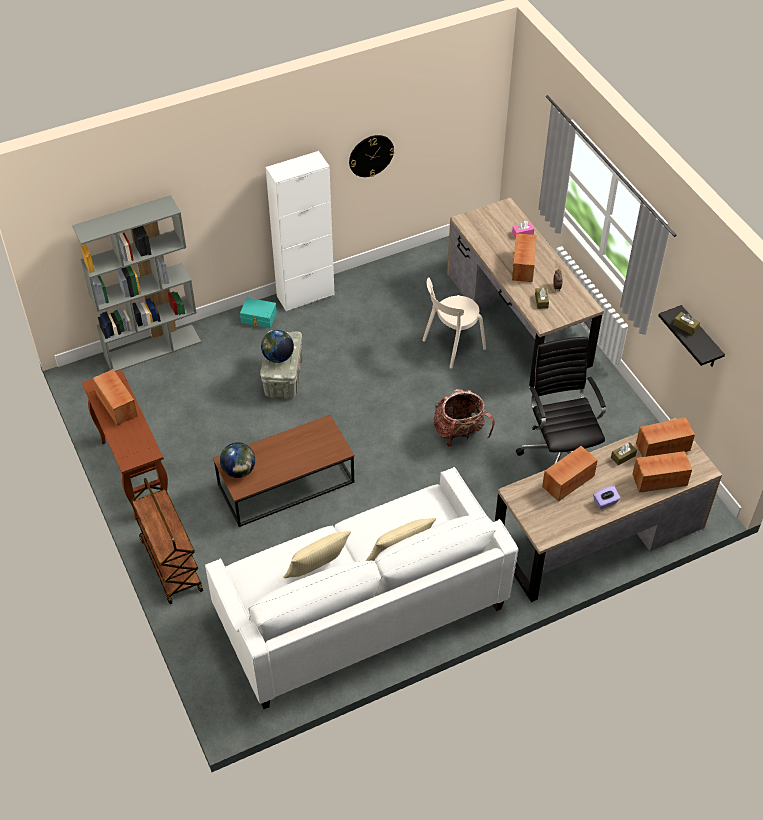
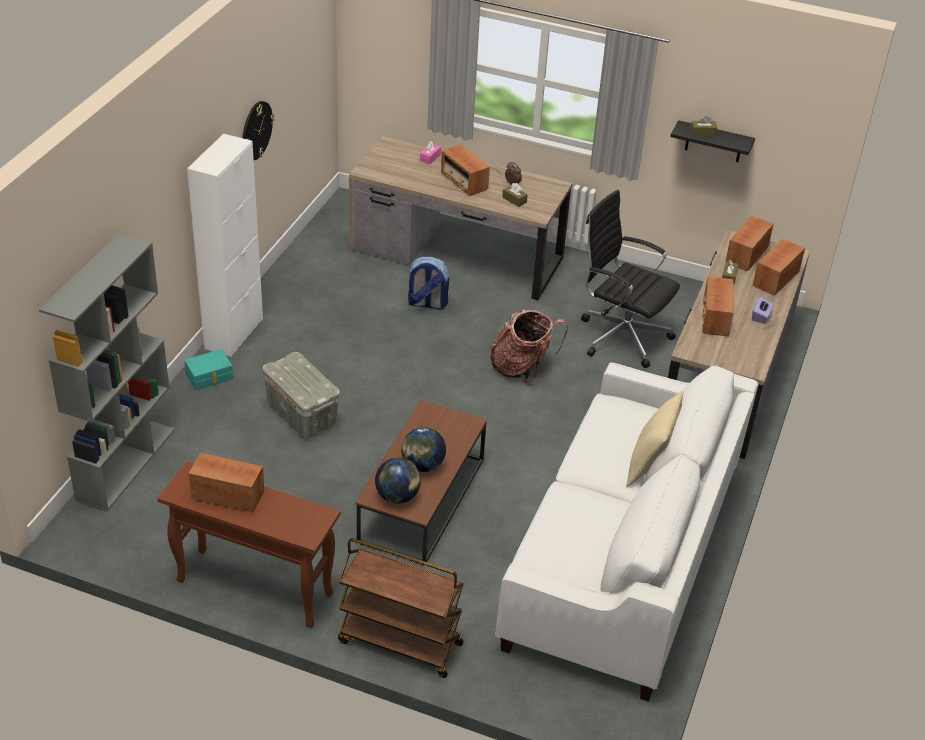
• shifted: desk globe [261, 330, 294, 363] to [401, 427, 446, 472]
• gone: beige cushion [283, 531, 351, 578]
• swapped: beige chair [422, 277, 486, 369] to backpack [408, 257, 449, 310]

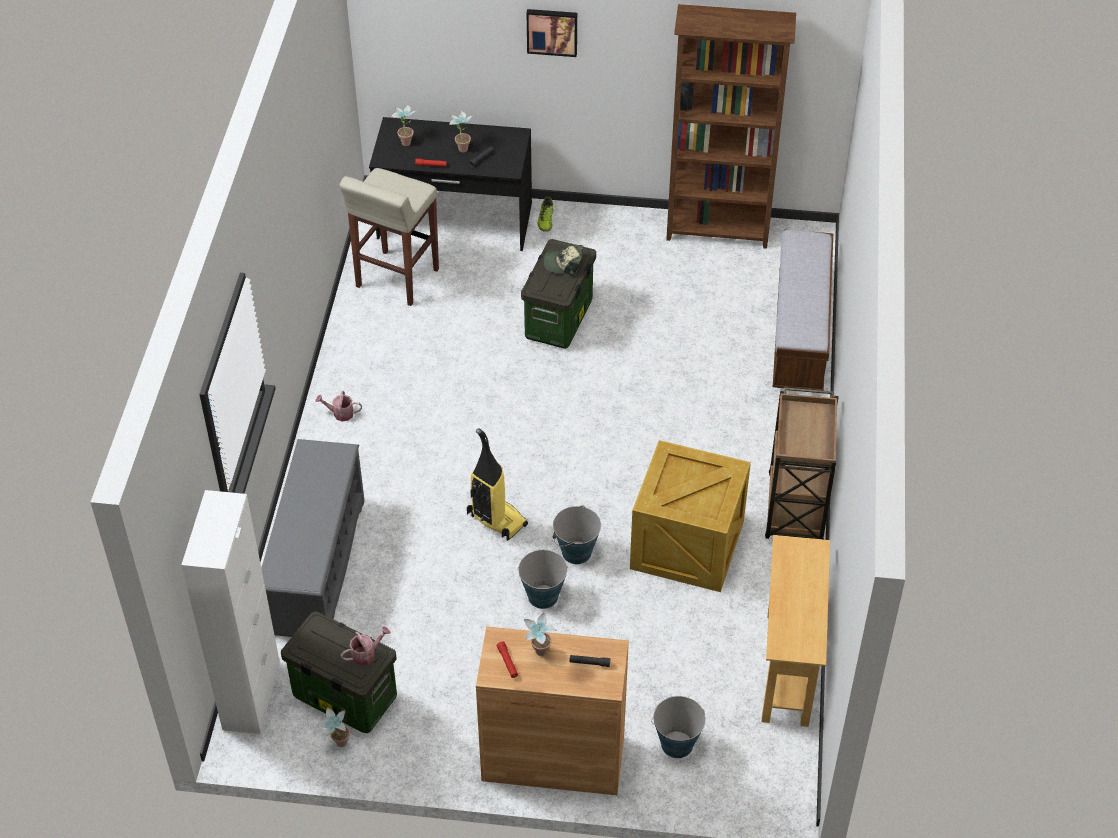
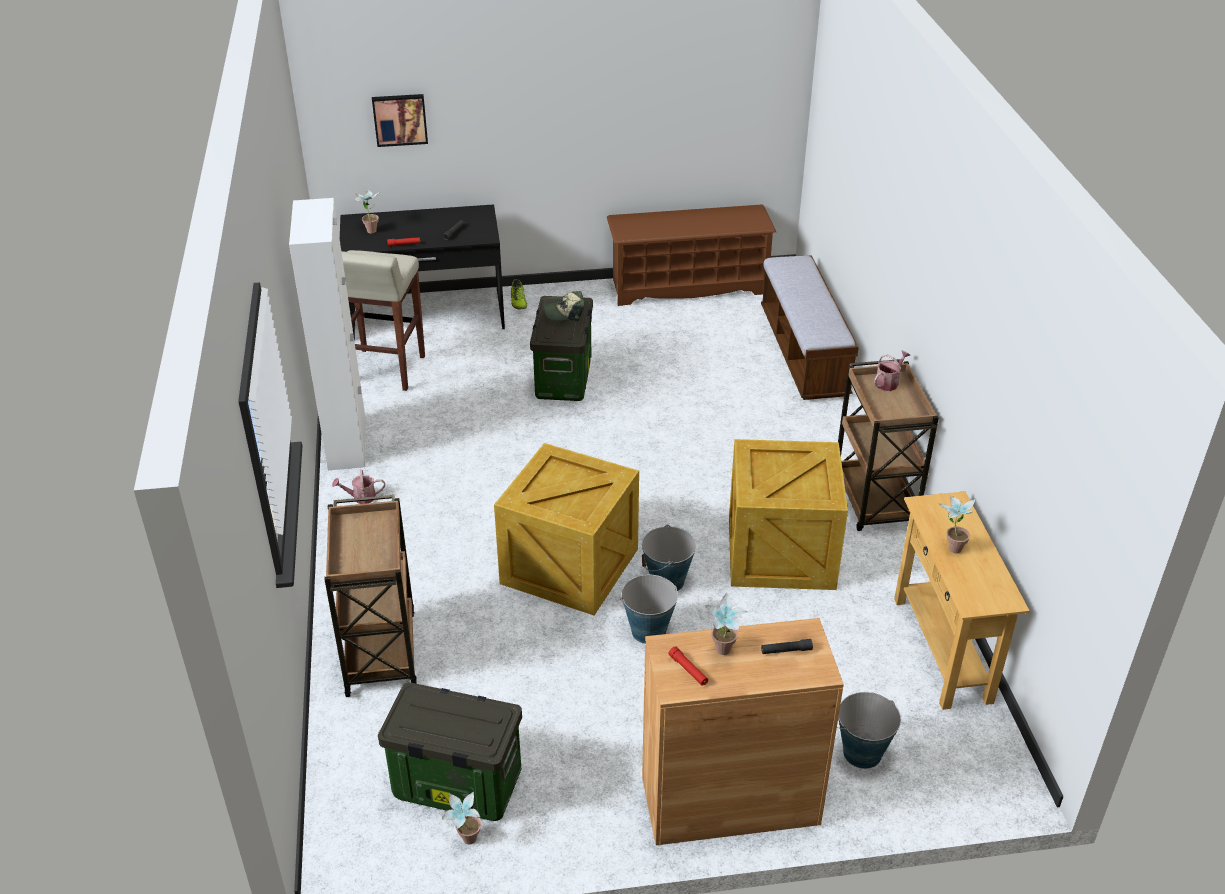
• shifted: whitish cabinet [181, 490, 280, 734] to [289, 198, 366, 470]
• swapped: grey shoe stand [261, 439, 365, 637] to brown wheeled cart [324, 495, 417, 697]
• shifted: watering can [341, 627, 391, 666] to [874, 350, 910, 391]
• shifted: potted plant [449, 110, 473, 152] to [939, 495, 975, 554]
• swapped: hoover [467, 428, 528, 541] to packing crate [494, 443, 639, 615]
• shifted: picture [527, 9, 577, 57] to [372, 94, 428, 147]
• swapped: brown shelving unit [666, 4, 796, 249] to brown shoe stand [607, 204, 776, 306]

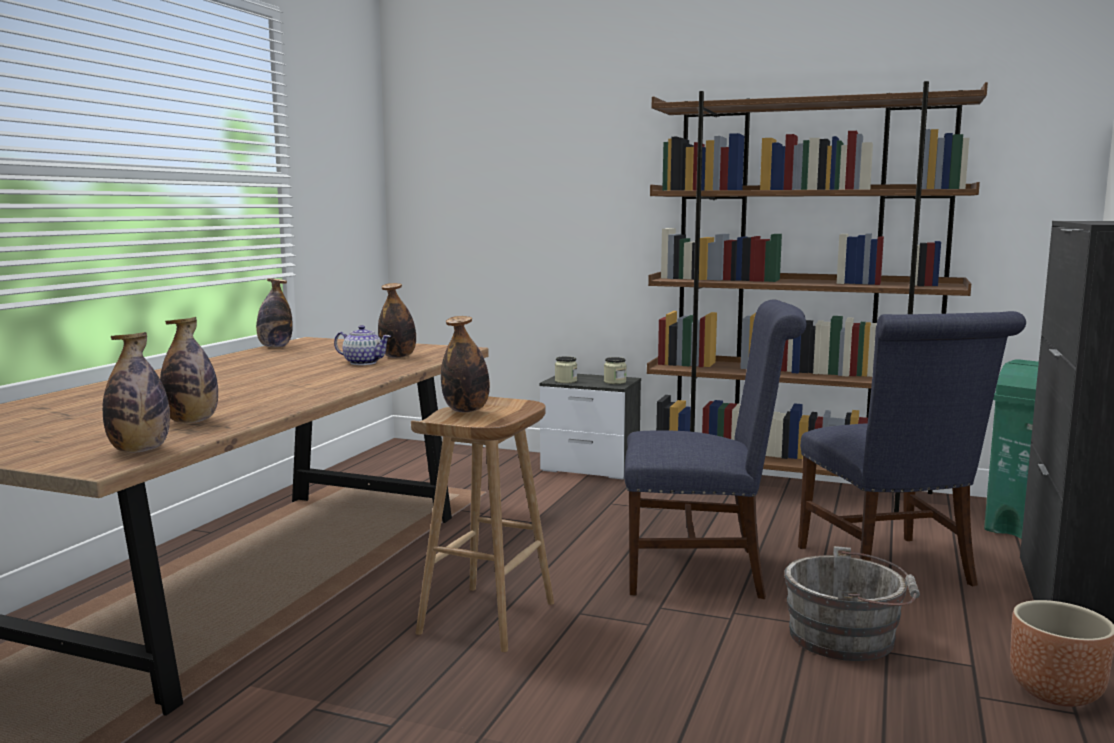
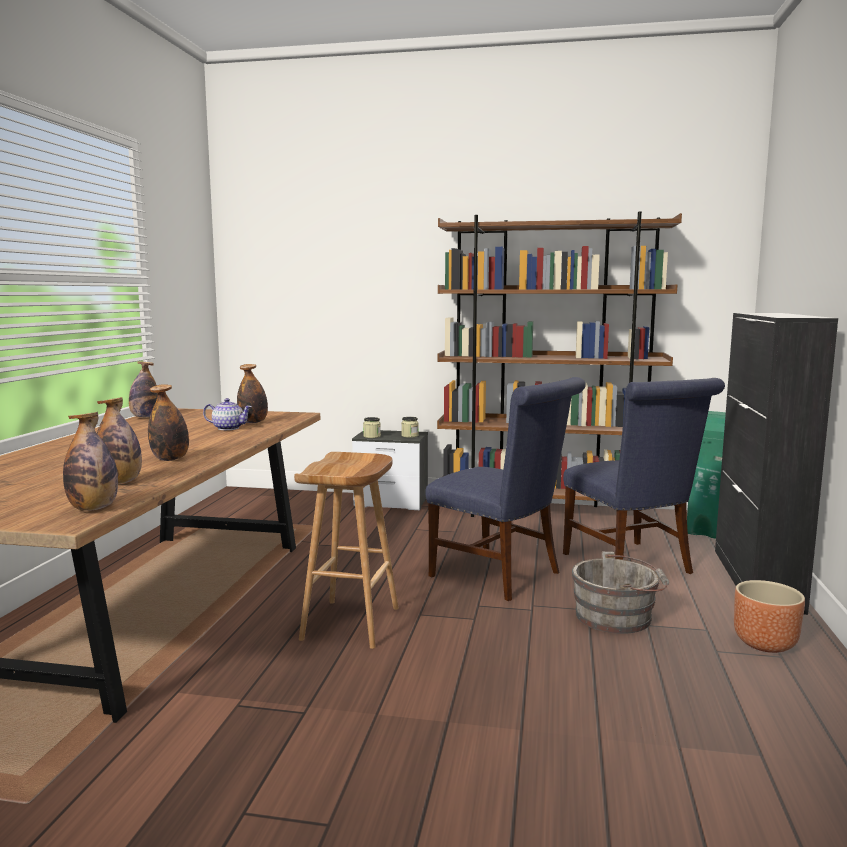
• shifted: drink bottle [441, 316, 490, 412] to [148, 384, 189, 461]
• rotated: blue chair [624, 300, 806, 599] = [425, 377, 586, 601] 45 degrees clockwise

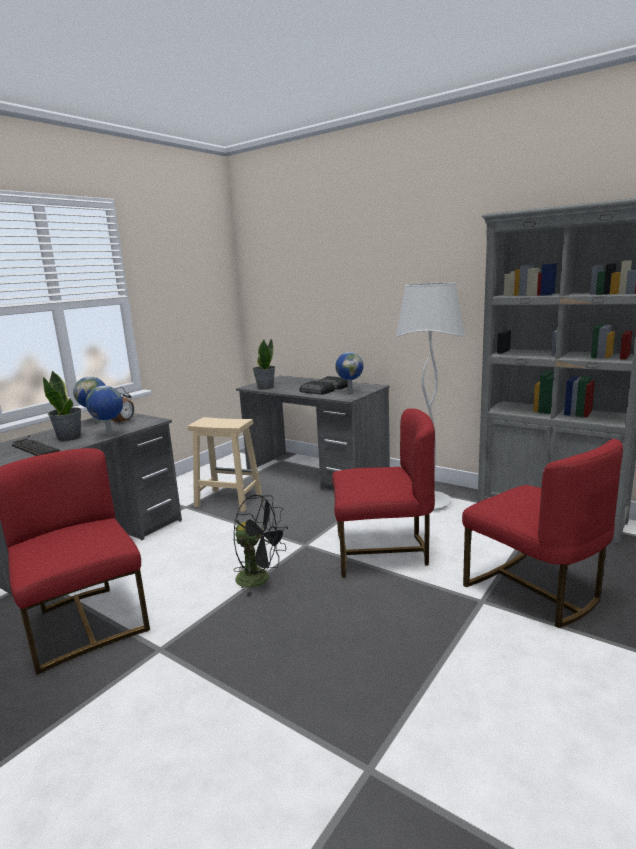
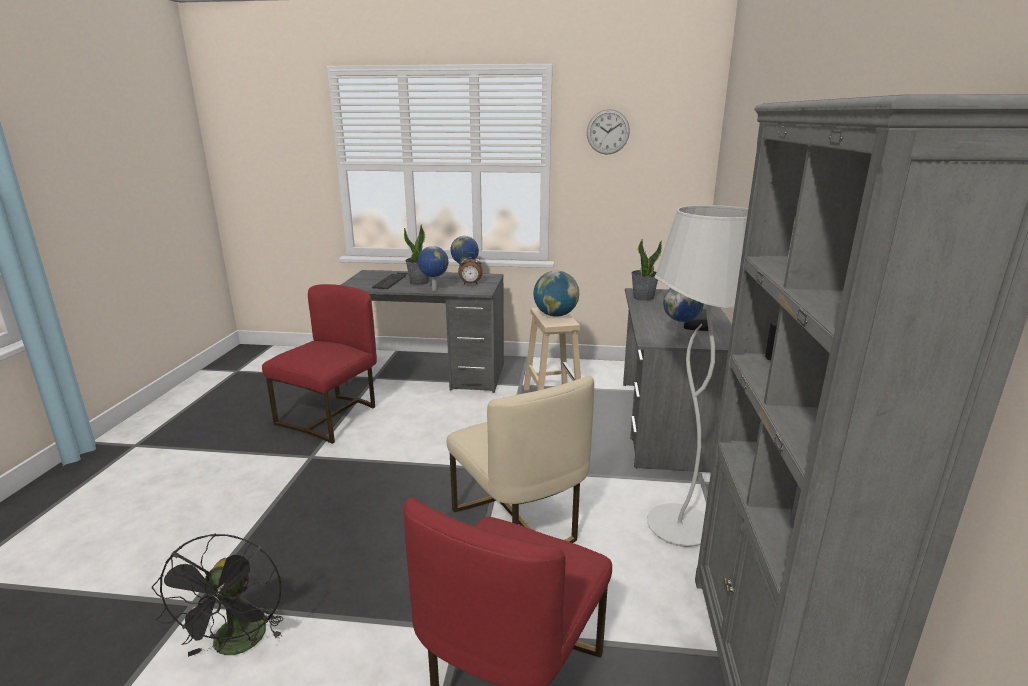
• shifted: blackish fan [234, 495, 288, 597] to [152, 533, 283, 657]
• gone: radio [300, 381, 335, 395]
• repainted: reddish chair [332, 409, 435, 578] to beige chair [447, 376, 594, 543]
• new: desk globe [533, 271, 579, 317]
• new: wall clock [587, 109, 630, 155]

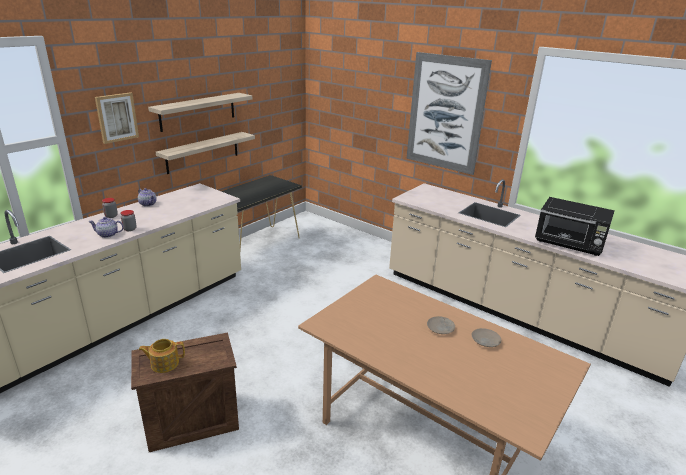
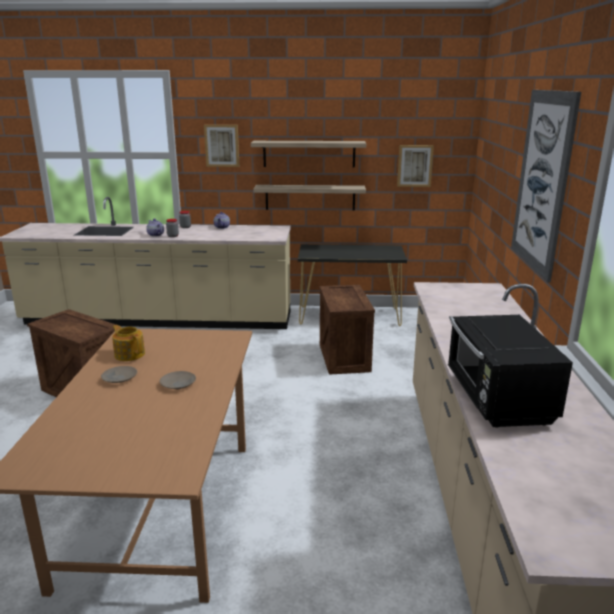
• shifted: teapot [138, 339, 185, 373] to [112, 325, 145, 361]
• shifted: beige dinner plate [472, 328, 501, 347] to [101, 366, 137, 383]
• new: packing crate [320, 285, 375, 375]
• new: picture [397, 145, 434, 187]

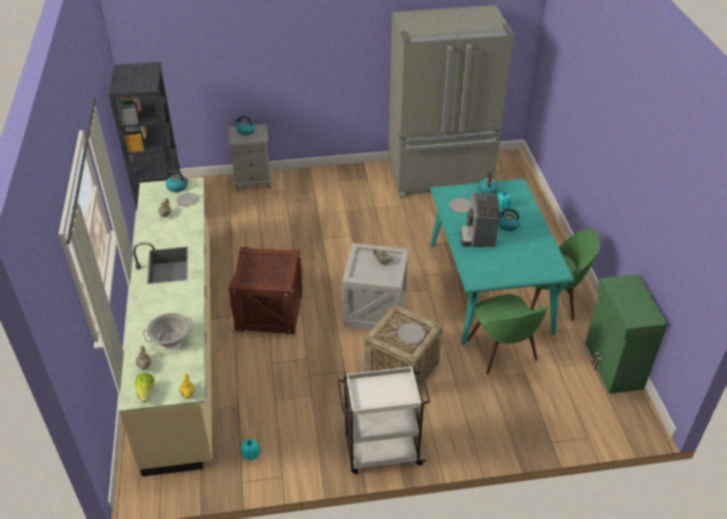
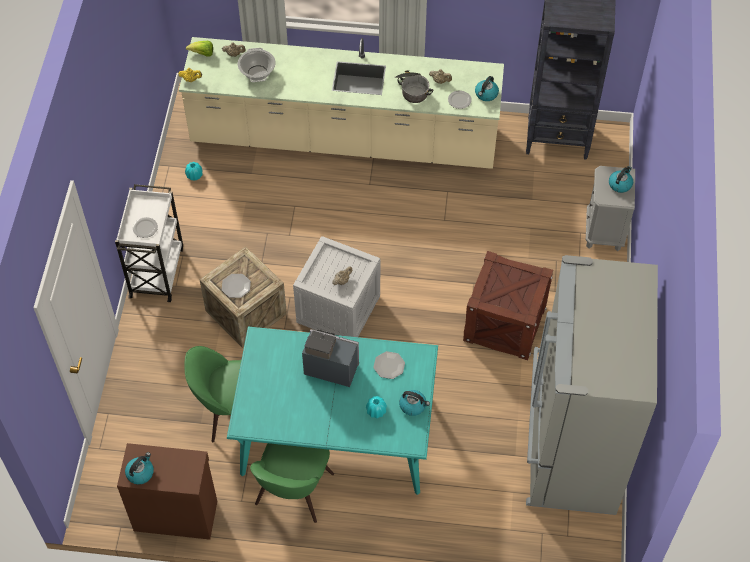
• shifted: packing crate [229, 247, 303, 334] to [463, 251, 553, 360]
• shifted: kettle [498, 208, 520, 231] to [125, 452, 154, 485]
• repainted: green cabinet [585, 274, 668, 394] to brown cabinet [117, 443, 217, 540]
• new: dinner plate [133, 217, 158, 238]
• new: saucepot [394, 70, 434, 103]

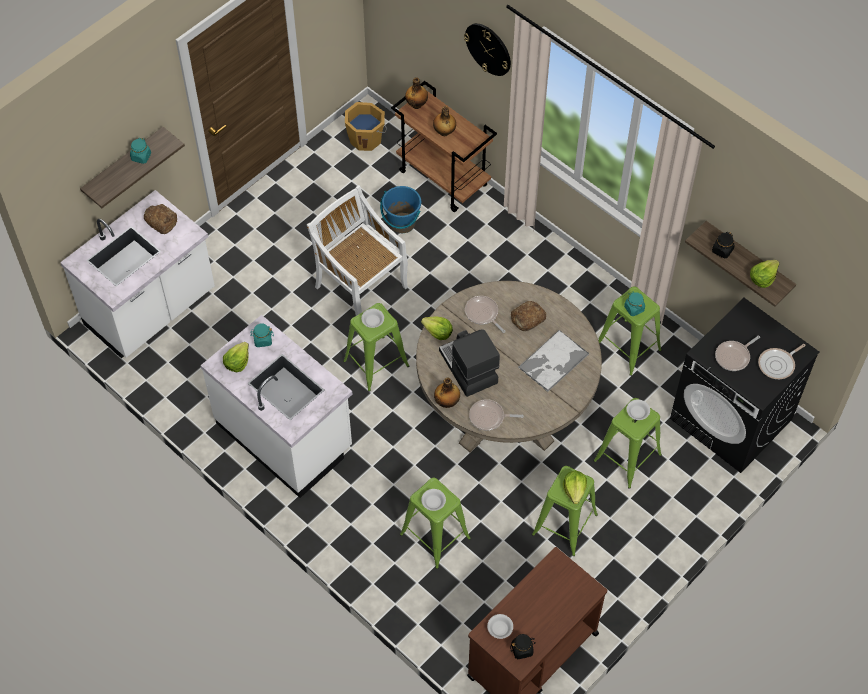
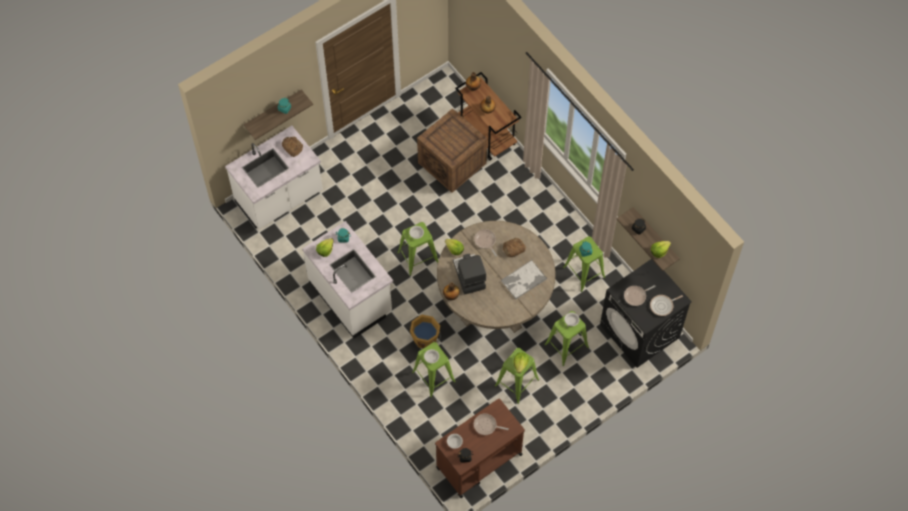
• gone: whitish chair [307, 185, 408, 316]
• shifted: orangey water bucket [345, 102, 387, 151] to [410, 315, 441, 349]
• swapped: blue water bucket [380, 186, 421, 233] to packing crate [417, 108, 487, 193]
• gone: wall clock [464, 23, 511, 76]
• shifted: skillet [469, 399, 524, 431] to [474, 413, 509, 435]

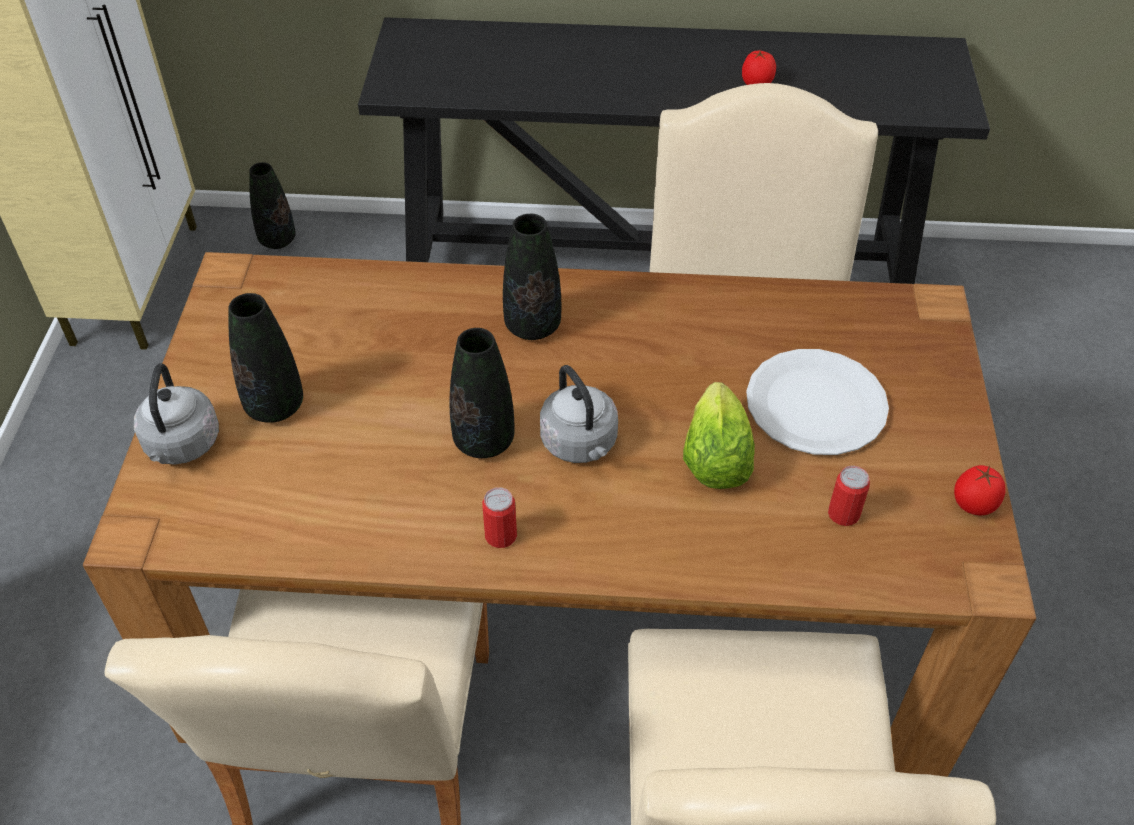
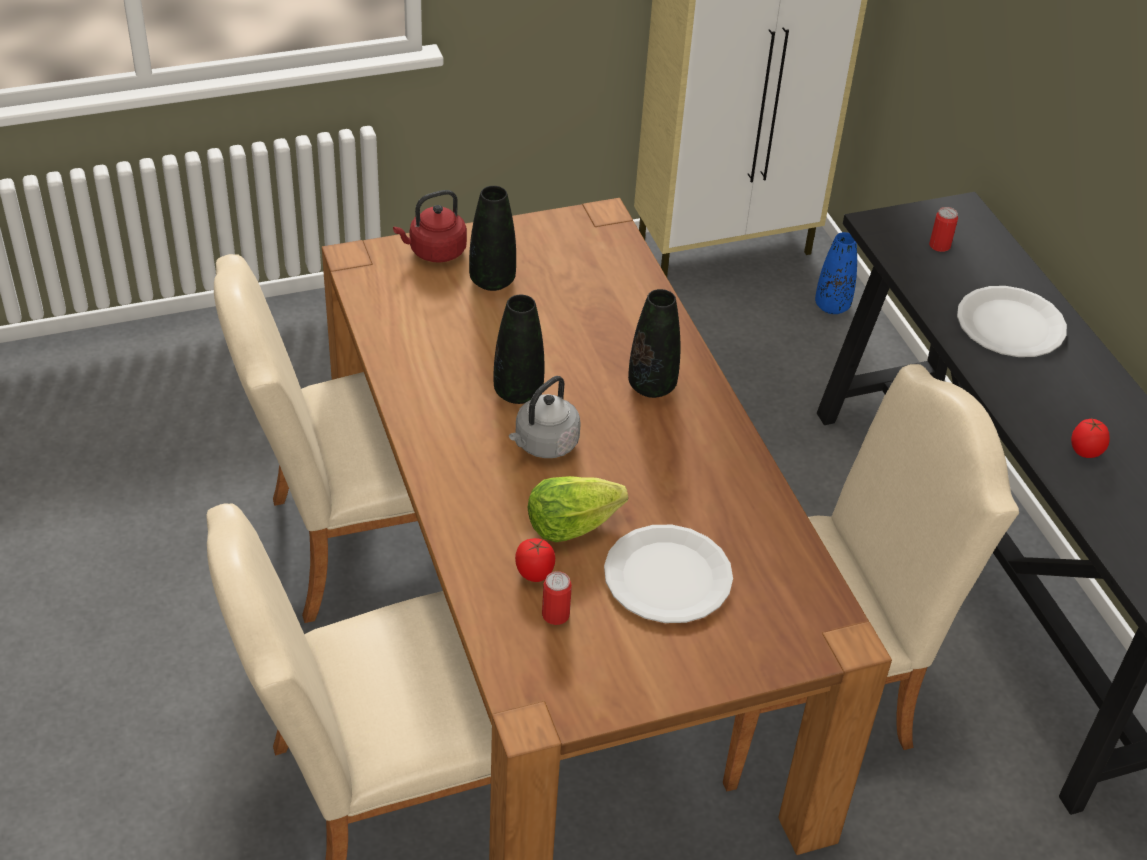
• repainted: grey kettle [134, 363, 219, 465] to reddish kettle [393, 190, 467, 263]
• repainted: blackish flower vase [249, 162, 296, 249] to blue flower vase [815, 232, 857, 314]
• shifted: sealed can [482, 487, 517, 548] to [929, 207, 958, 252]
• shifted: whole tomato [954, 465, 1006, 515] to [515, 538, 555, 582]
• new: whitish dinner plate [957, 286, 1067, 357]

